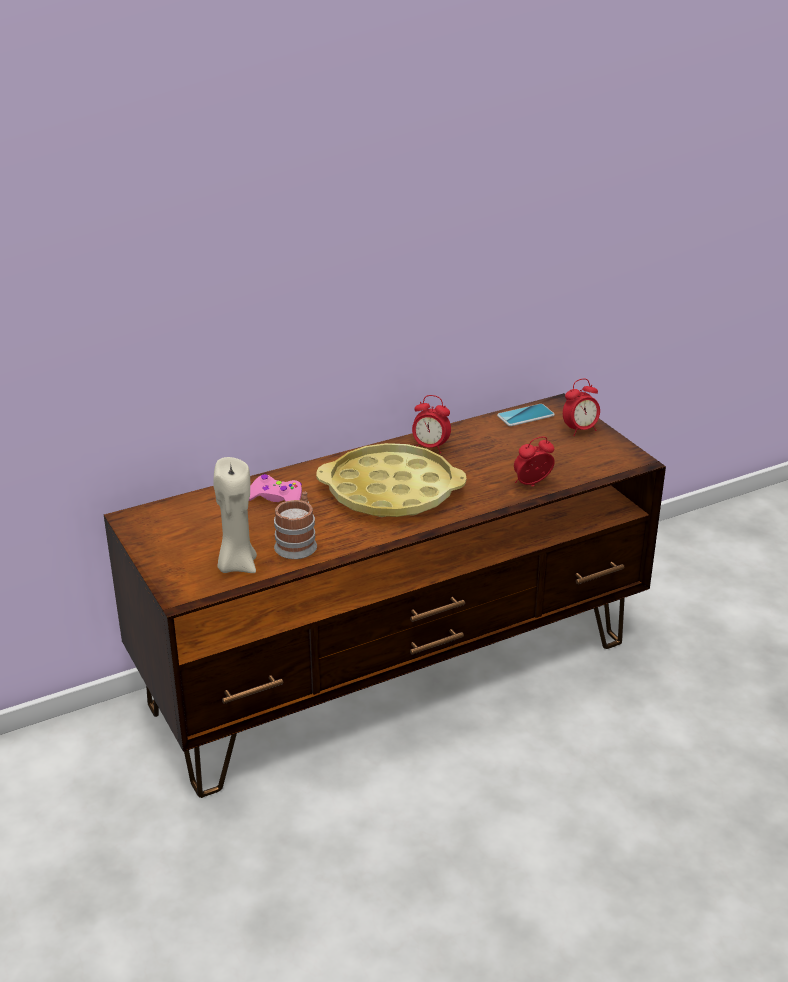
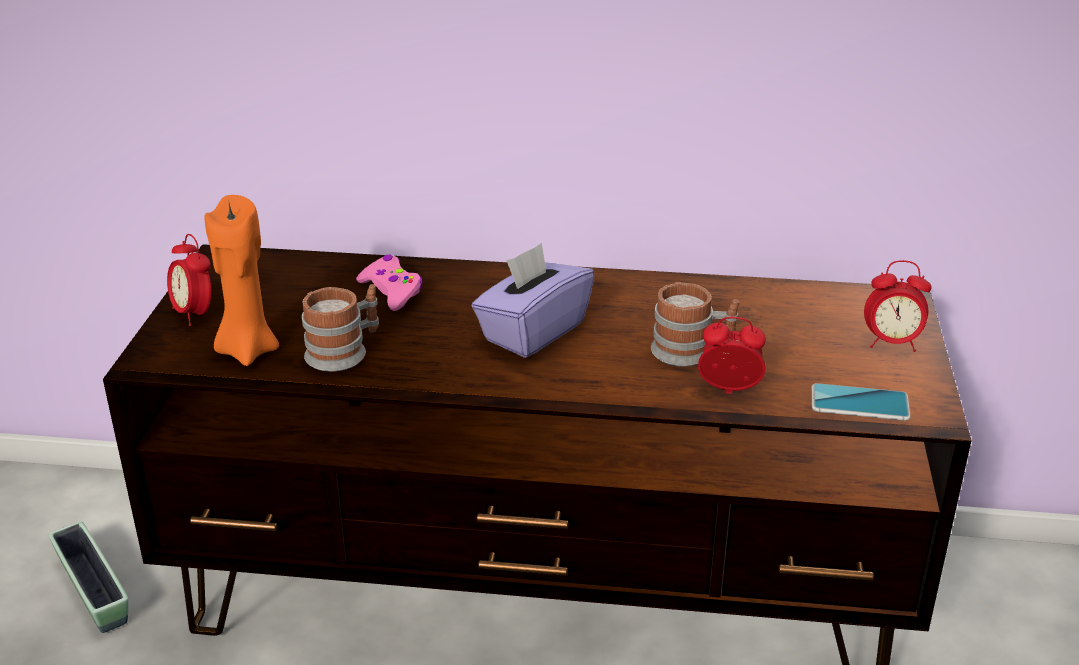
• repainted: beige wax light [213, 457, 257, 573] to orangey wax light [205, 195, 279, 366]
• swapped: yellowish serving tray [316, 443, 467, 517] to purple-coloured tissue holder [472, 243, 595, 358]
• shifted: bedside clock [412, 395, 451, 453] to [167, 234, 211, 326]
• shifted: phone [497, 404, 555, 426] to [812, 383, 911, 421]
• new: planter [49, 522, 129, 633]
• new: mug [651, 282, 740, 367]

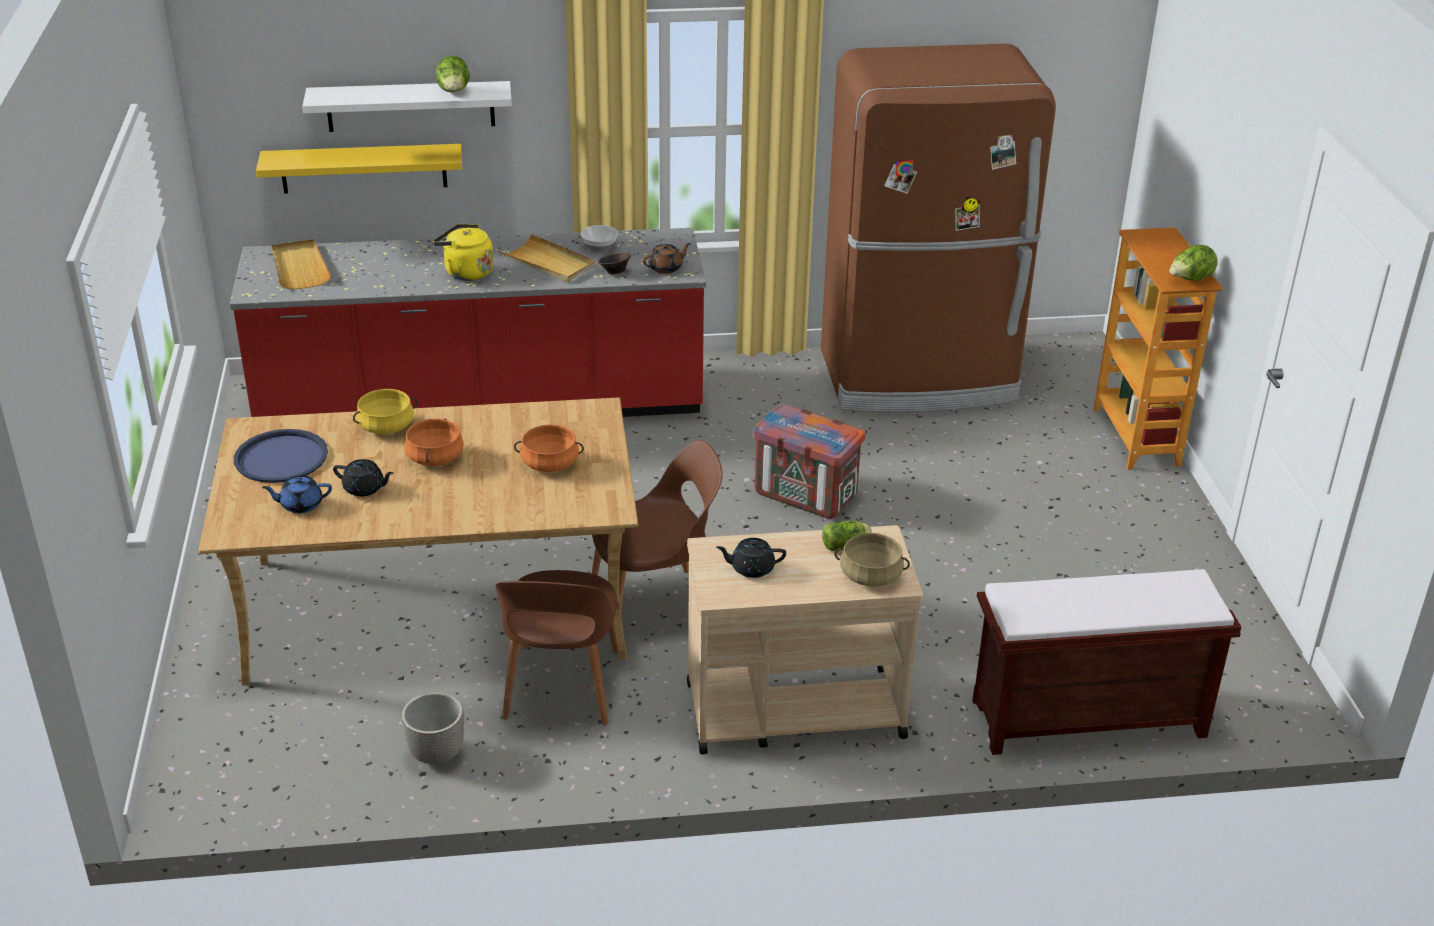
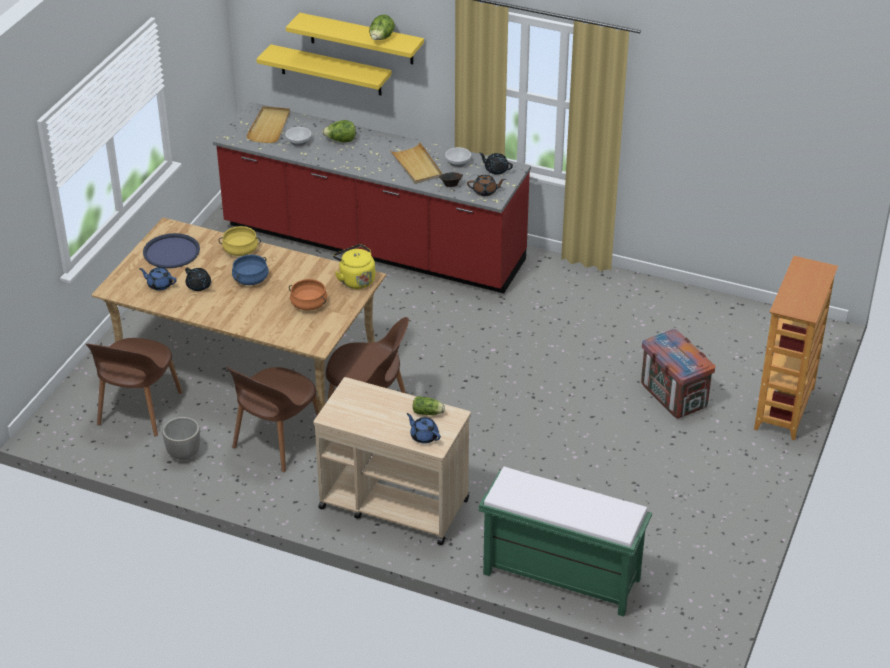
• repainted: whitish bracket shelf [302, 81, 512, 132] to yellowish bracket shelf [286, 13, 424, 65]
• repainted: orangey saucepot [404, 418, 464, 466] to blue saucepot [232, 255, 269, 285]
• shifted: yellowish kettle [433, 224, 494, 281] to [333, 244, 375, 289]
• shifted: blackish teapot [716, 538, 786, 578] to [479, 153, 513, 175]
• shifted: packing crate [753, 404, 865, 519] to [641, 329, 715, 419]
• gone: brown fridge [821, 44, 1056, 412]
• swapped: beige saucepot [834, 533, 910, 587] to blue teapot [407, 413, 441, 444]
• repainted: brown long seat [972, 569, 1241, 755] to green long seat [478, 467, 652, 617]
• shifted: head of lettuce [1170, 245, 1218, 281] to [322, 120, 356, 142]
• new: brown chair [86, 338, 182, 437]
• new: bowl [286, 127, 311, 147]

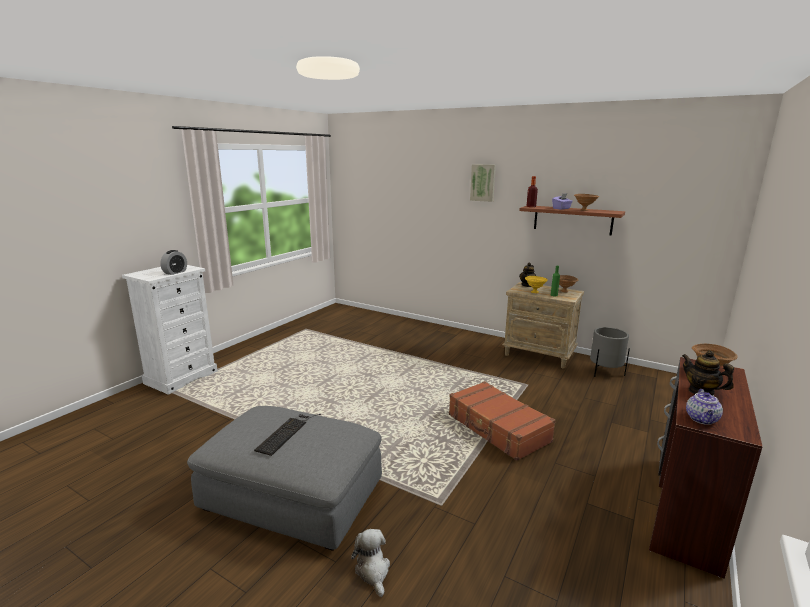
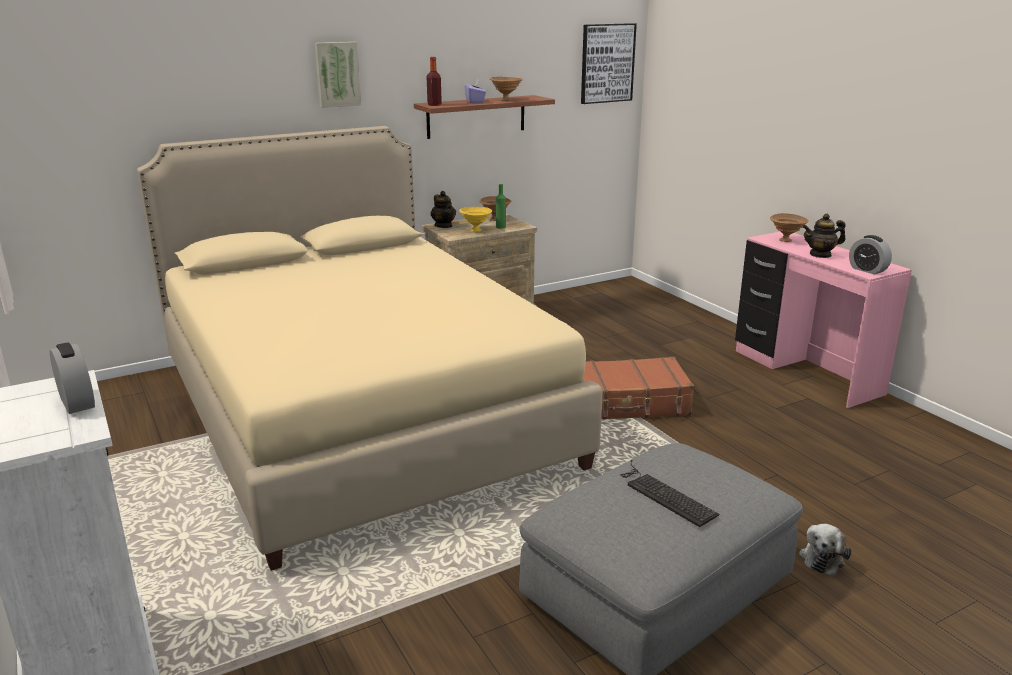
• rotated: cuddly toy [351, 529, 390, 597] = [799, 524, 851, 576] 75 degrees counterclockwise
• gone: grey planter [590, 327, 630, 377]
• repainted: brown desk unit [649, 357, 763, 579] to pink-coloured desk unit [735, 232, 912, 408]
• swapped: teapot [686, 389, 723, 425] to bedside clock [849, 235, 892, 275]
• new: beige bedroom bed [137, 126, 603, 571]
• new: picture [581, 23, 637, 104]

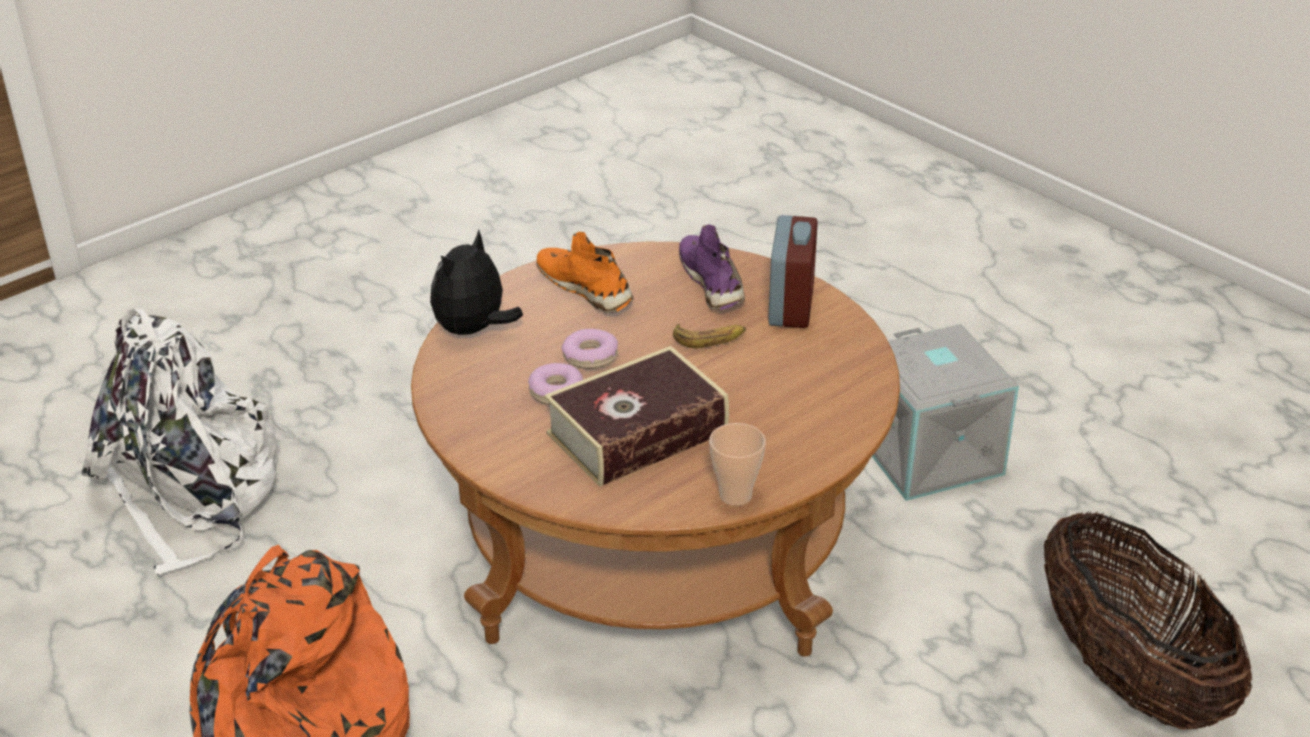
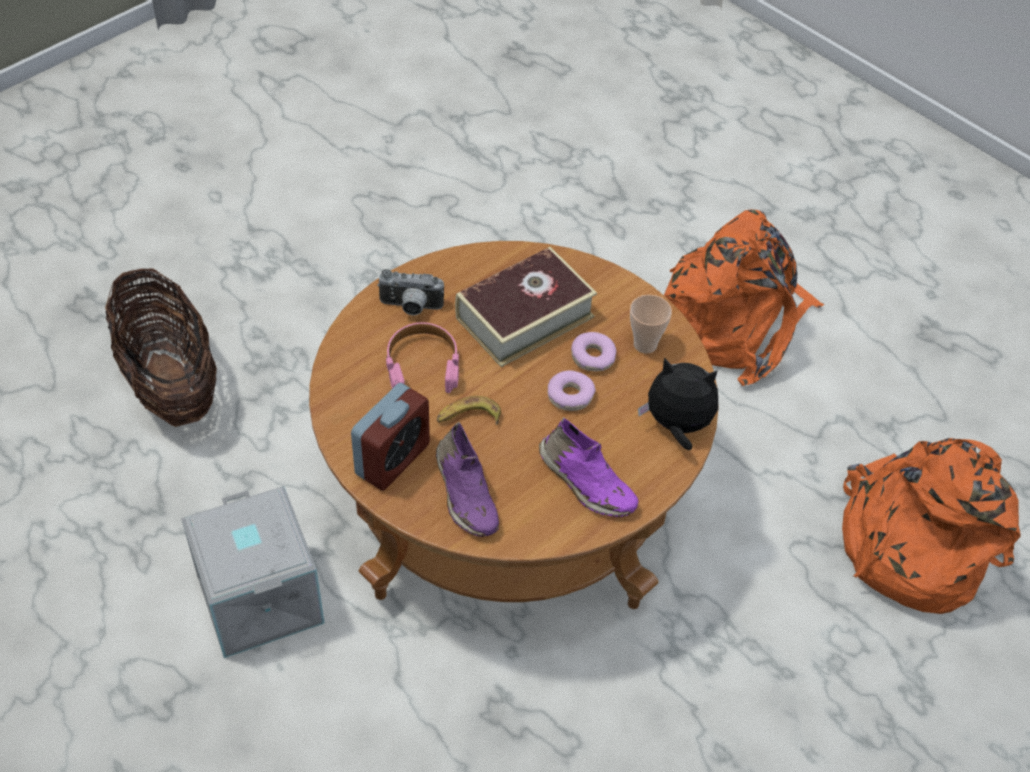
• repainted: whitish backpack [82, 309, 287, 575] to orangey backpack [842, 438, 1020, 614]
• rotated: cuddly toy [430, 230, 523, 335] = [638, 358, 718, 450] 105 degrees counterclockwise
• repainted: orangey shoe [537, 232, 633, 314] to purple-coloured shoe [539, 418, 639, 517]
• shifted: cup [709, 423, 766, 506] to [630, 295, 672, 354]
• rotated: bedside clock [768, 215, 818, 328] = [351, 383, 430, 491] 150 degrees counterclockwise
• new: still camera [377, 269, 444, 315]
• new: pink-coloured pair of headphones [386, 322, 459, 393]

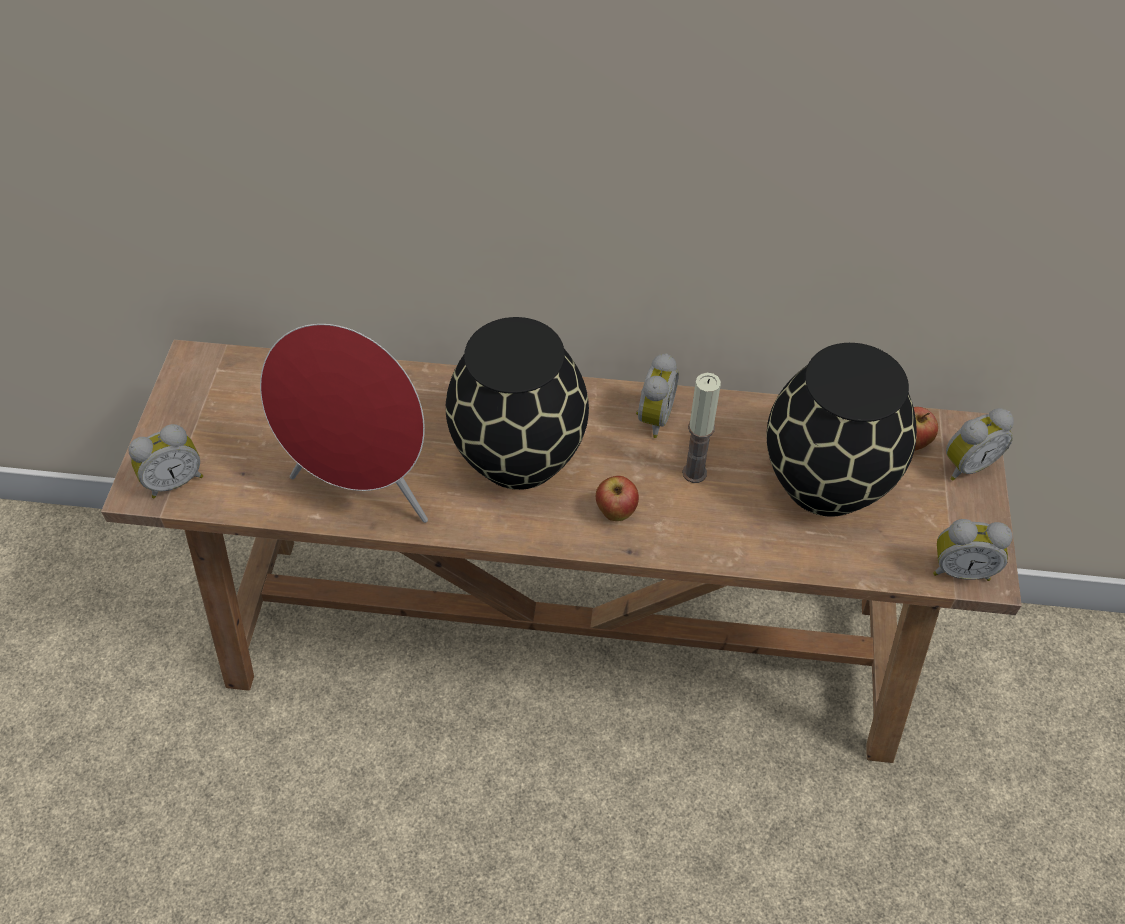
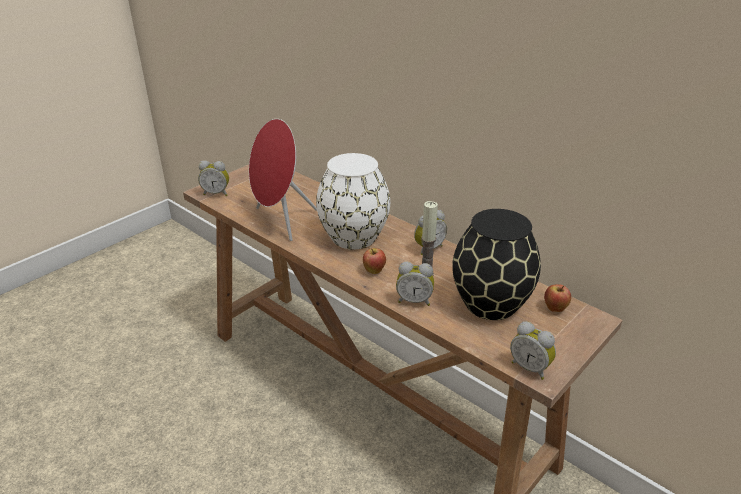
• repainted: blackish flower vase [446, 317, 589, 490] to whitish flower vase [316, 153, 390, 249]
• shifted: bedside clock [946, 408, 1014, 481] to [396, 261, 434, 306]

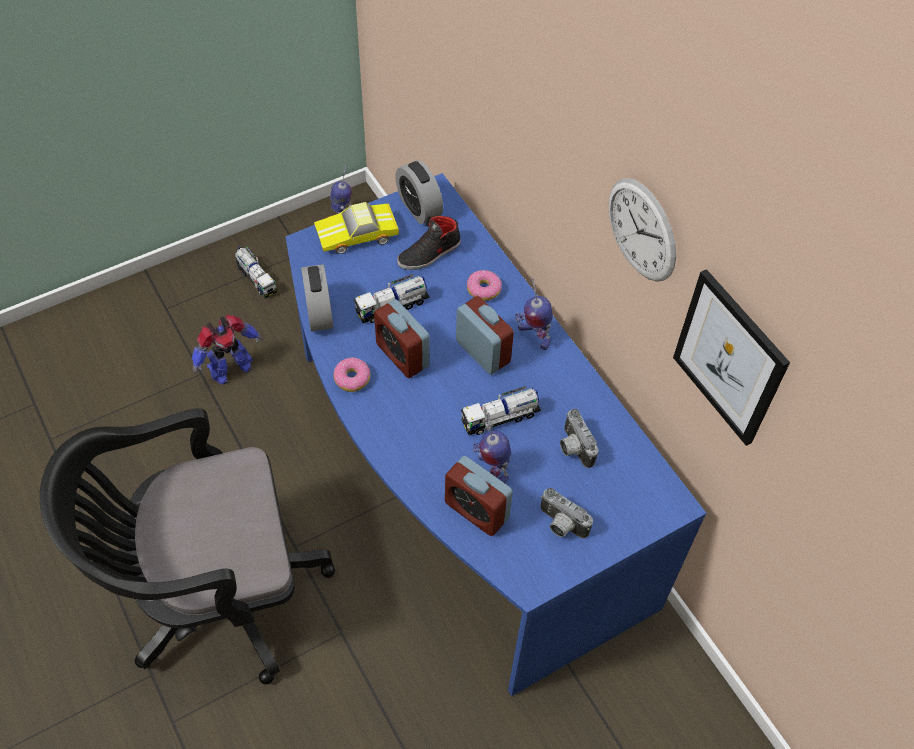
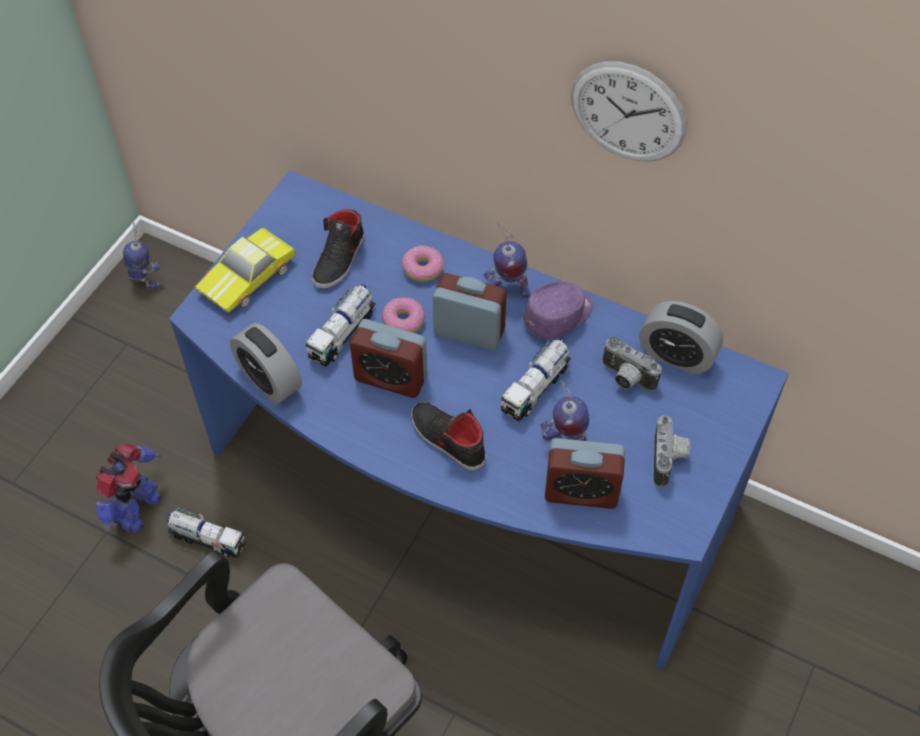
• shifted: toy truck [235, 246, 277, 298] to [167, 507, 246, 558]
• shifted: ring doughnut [333, 357, 370, 392] to [382, 297, 425, 333]
• shifted: bedside clock [395, 160, 443, 224] to [639, 301, 723, 374]
• rotated: still camera [540, 488, 593, 538] = [654, 415, 690, 487] 90 degrees counterclockwise
• gone: picture [673, 269, 790, 446]
• new: blackish shoe [411, 402, 486, 470]
• new: purple-coloured baseball cap [523, 281, 593, 339]

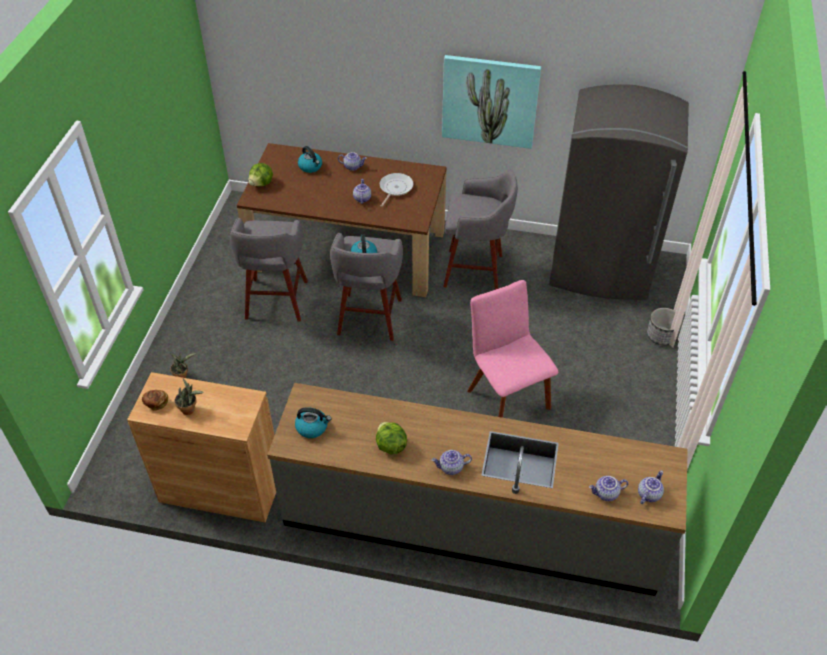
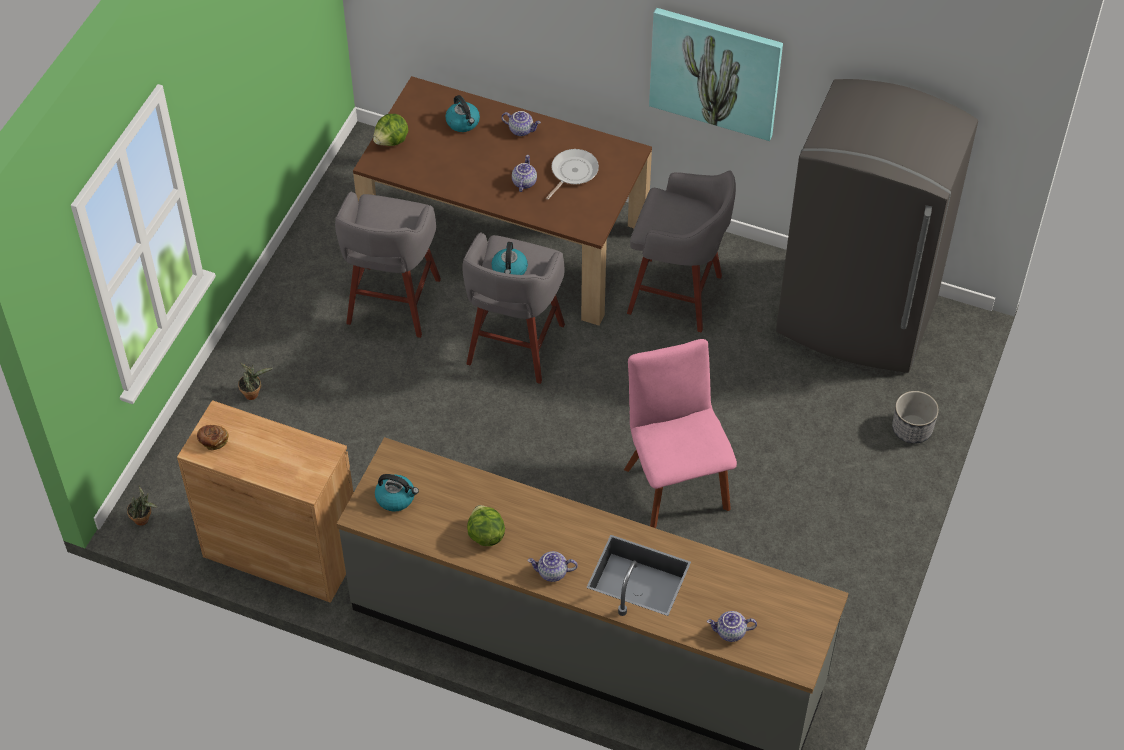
• shifted: potted plant [175, 378, 204, 415] to [127, 486, 157, 526]
• gone: teapot [638, 471, 664, 504]

